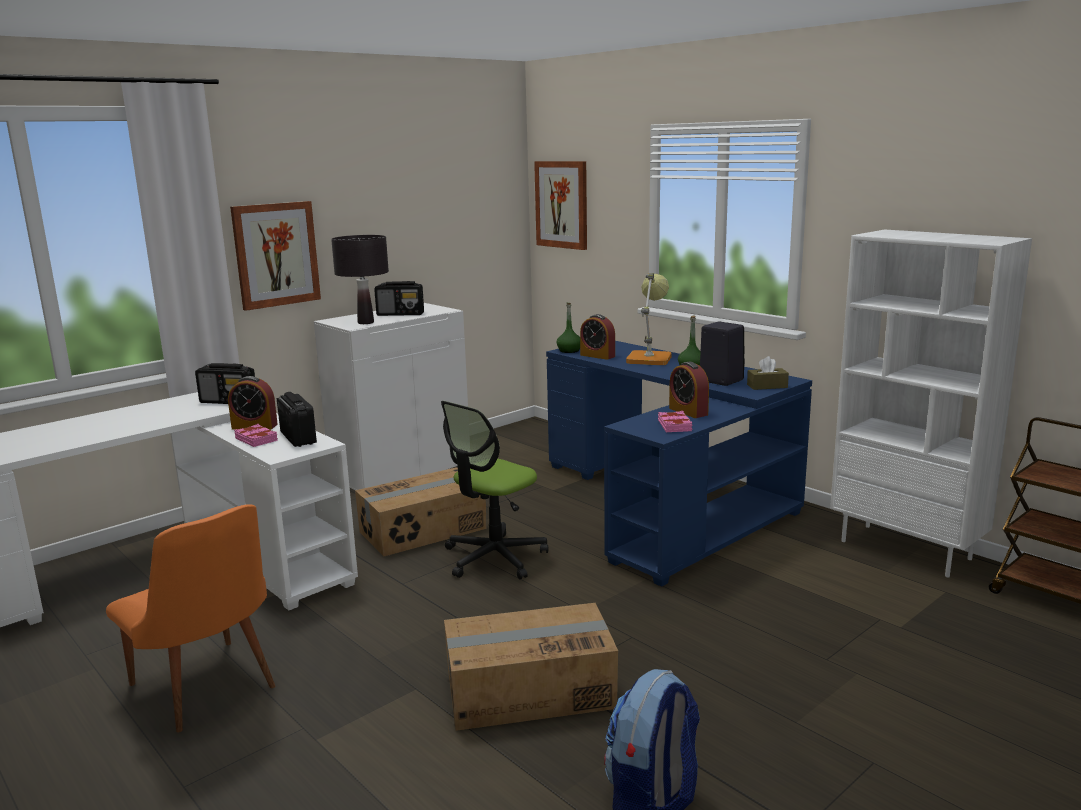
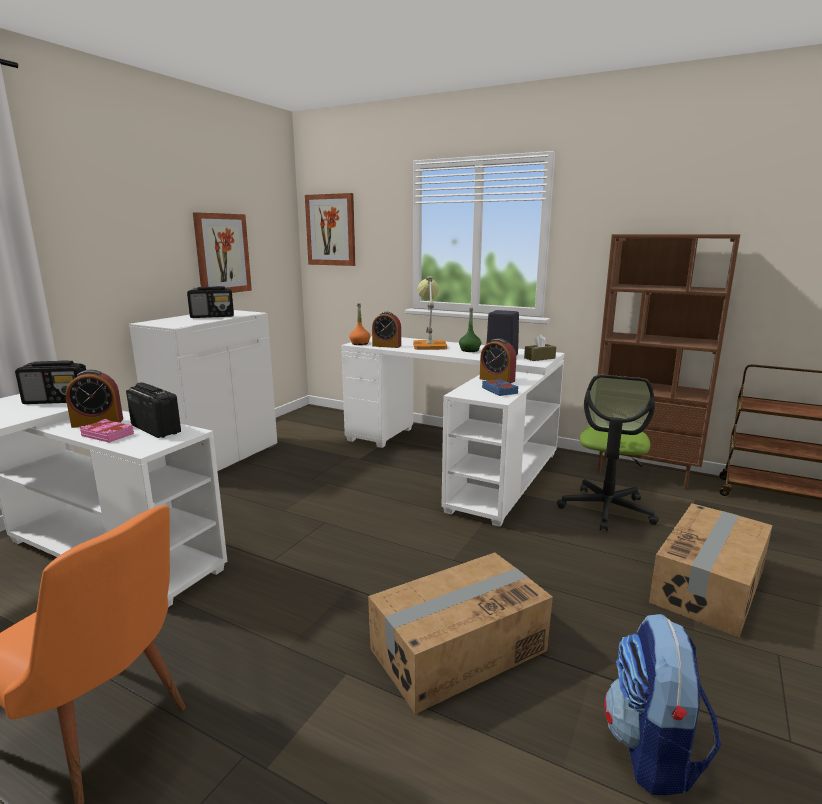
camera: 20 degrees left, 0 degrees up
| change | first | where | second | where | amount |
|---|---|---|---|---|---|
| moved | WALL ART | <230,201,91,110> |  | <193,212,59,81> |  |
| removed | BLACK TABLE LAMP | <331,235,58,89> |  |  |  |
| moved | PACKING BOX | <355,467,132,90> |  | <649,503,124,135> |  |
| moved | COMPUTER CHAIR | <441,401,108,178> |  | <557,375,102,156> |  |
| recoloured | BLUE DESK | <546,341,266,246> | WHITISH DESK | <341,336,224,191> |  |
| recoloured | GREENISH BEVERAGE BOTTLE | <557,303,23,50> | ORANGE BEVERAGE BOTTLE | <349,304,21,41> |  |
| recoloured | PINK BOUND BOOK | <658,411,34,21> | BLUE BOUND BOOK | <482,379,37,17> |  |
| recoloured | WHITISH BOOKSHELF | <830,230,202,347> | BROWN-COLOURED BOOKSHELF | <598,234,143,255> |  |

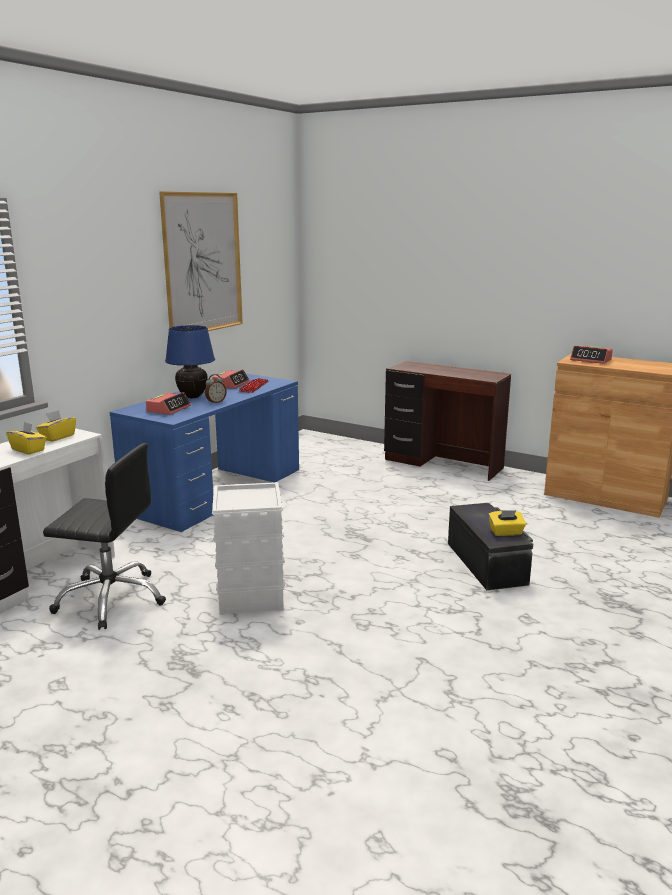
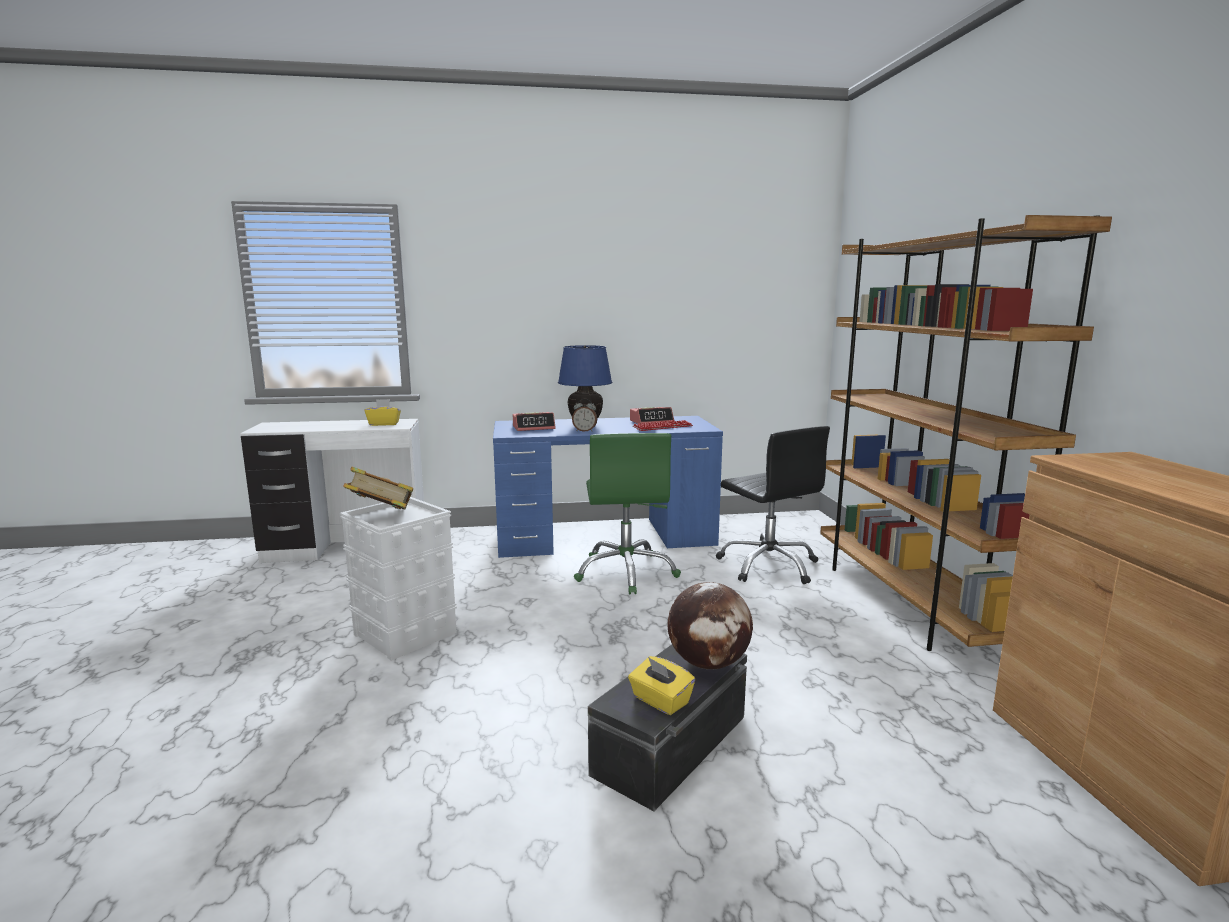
camera: 50 degrees right, 5 degrees down
| change | first | where | second | where | amount |
|---|---|---|---|---|---|
| removed | YELLOW TISSUE HOLDER | <6,422,41,33> |  |  |  |
| moved | BLACK COMPUTER CHAIR | <43,443,123,187> |  | <716,426,114,158> |  |
| removed | WALL ART | <159,191,84,140> |  |  |  |
| replaced | BROWN-COLOURED DESK | <384,361,127,120> | BROWN-COLOURED BOOKSHELF | <820,215,292,436> |  |
| removed | ALARM CLOCK | <570,345,43,19> |  |  |  |
| added |  |  | BOUND BOOK | <343,467,70,43> |  |
| added |  |  | GREENISH COMPUTER CHAIR | <574,433,107,162> |  |
| added |  |  | GLOBE | <668,582,85,87> |  |

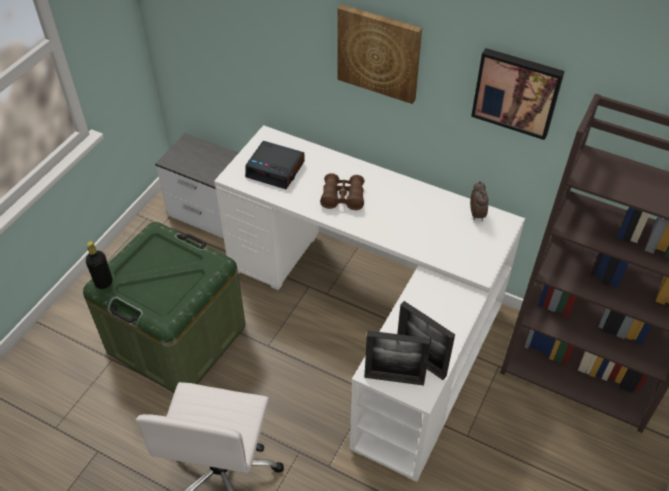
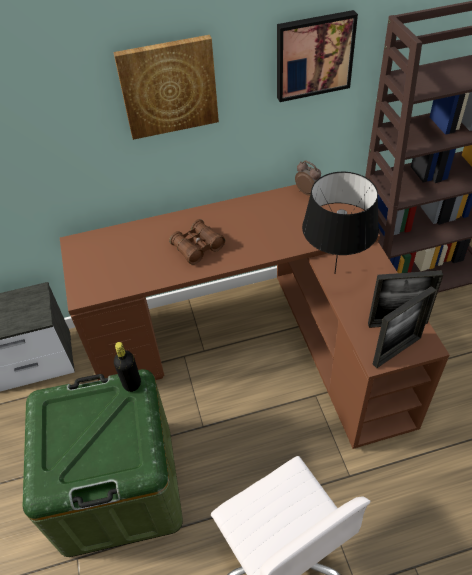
camera: 40 degrees left, 0 degrees up
| change | first | where | second | where | amount |
|---|---|---|---|---|---|
| moved | BLACK BEVERAGE BOTTLE | <86,241,26,48> |  | <114,342,27,50> |  |
| recoloured | WHITISH DESK | <214,125,311,357> | BROWN-COLOURED DESK | <60,185,390,264> |  |
| removed | ALARM CLOCK | <245,141,60,48> |  |  |  |
| added |  |  | BLACK TABLE LAMP | <302,172,77,101> |  |

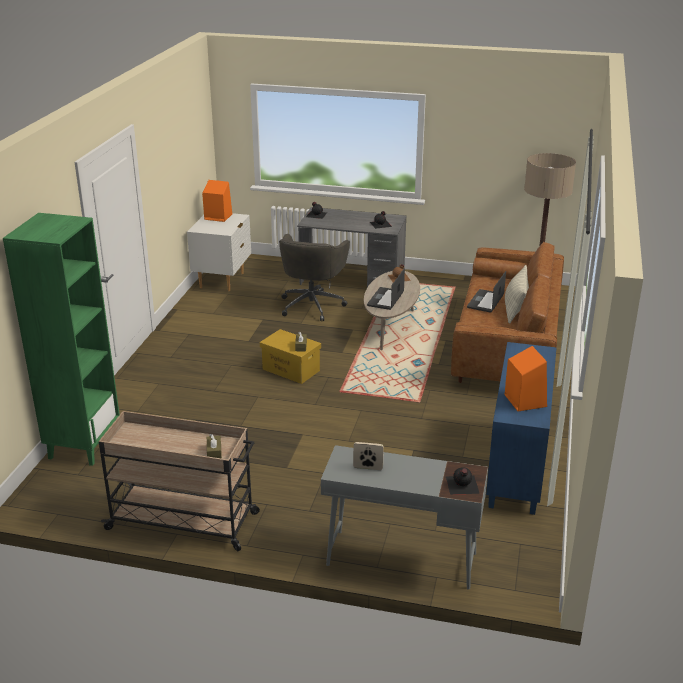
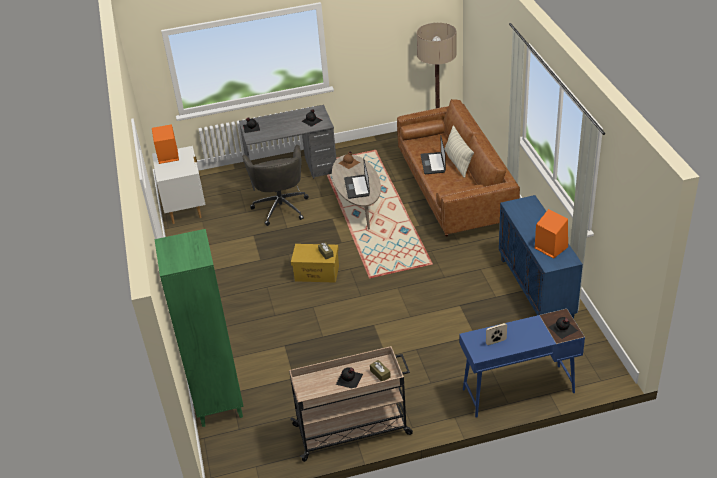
camera: 25 degrees left, 10 degrees up
| change | first | where | second | where | amount |
|---|---|---|---|---|---|
| recoloured | GREY DESK | <321,445,167,145> | BLUE DESK | <460,309,125,109> |  |
| added |  |  | BLACK BEVERAGE BOTTLE | <336,367,27,21> |  |

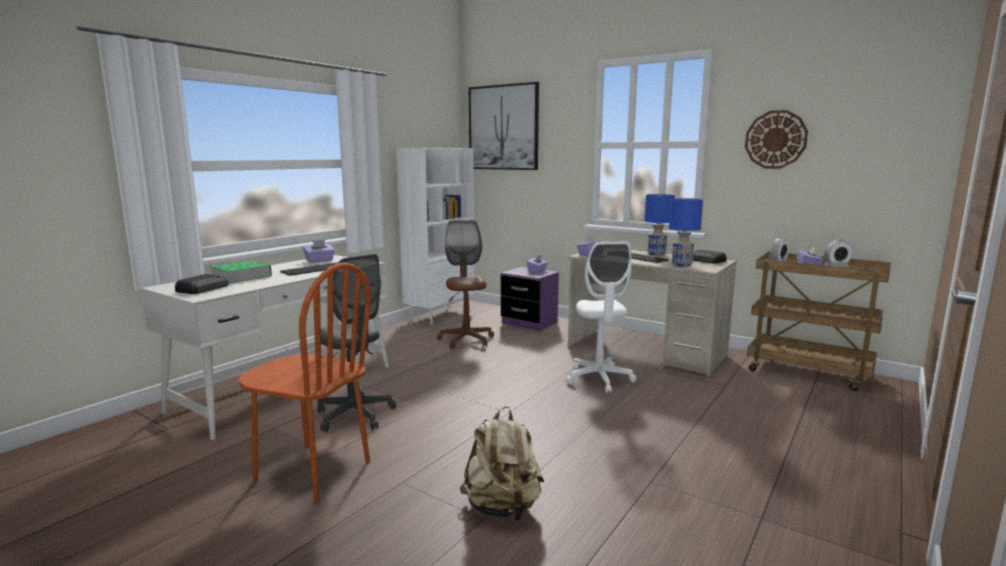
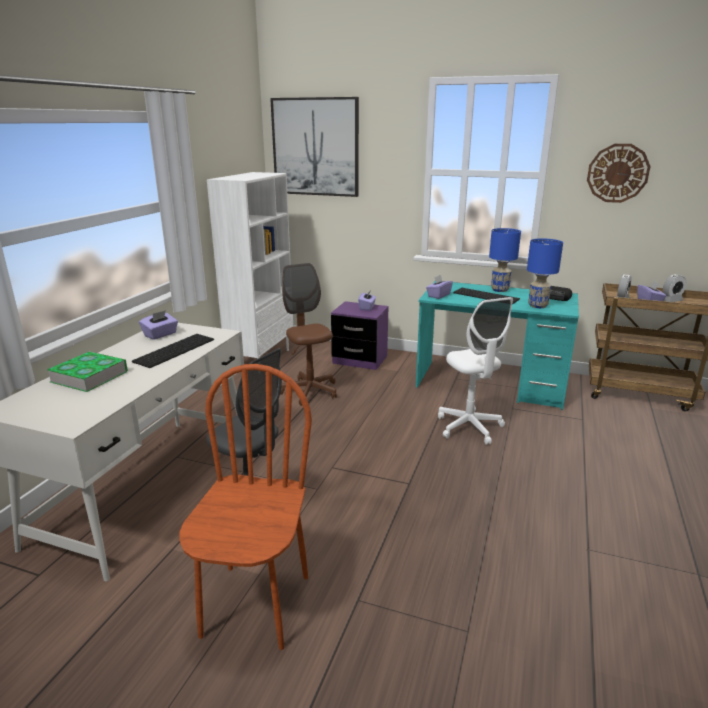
camera: 15 degrees left, 10 degrees up
| change | first | where | second | where | amount |
|---|---|---|---|---|---|
| removed | RADIO SET | <175,274,54,20> |  |  |  |
| turned | BROWN-COLOURED UPRIGHT CHAIR | <239,262,132,241> |  | <179,364,133,286> | 90 degrees counterclockwise |
| removed | SAND-COLOURED BACKPACK | <460,406,84,115> |  |  |  |
| recoloured | SAND-COLOURED DESK | <568,250,169,126> | TURQUOISE-COLOURED DESK | <416,281,163,129> |  |

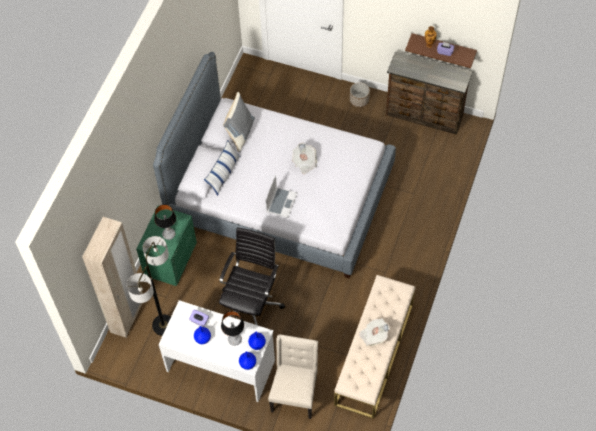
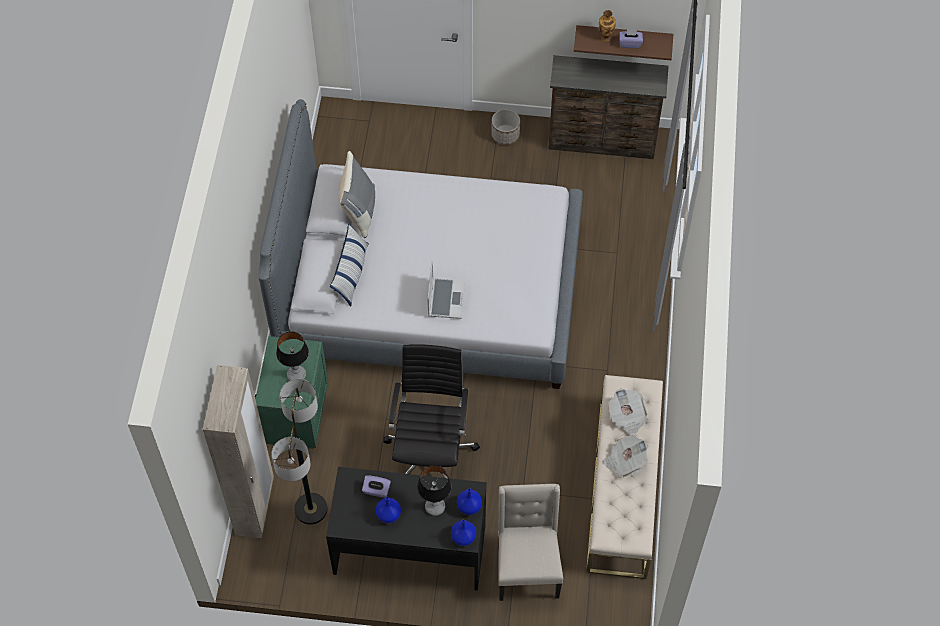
camera: 15 degrees left, 0 degrees up
| change | first | where | second | where | amount |
|---|---|---|---|---|---|
| recoloured | WHITISH DESK | <159,300,116,102> | BLACK DESK | <326,467,161,124> |  |
| moved | PRINTED PAPER | <292,143,25,31> |  | <608,388,40,47> |  |

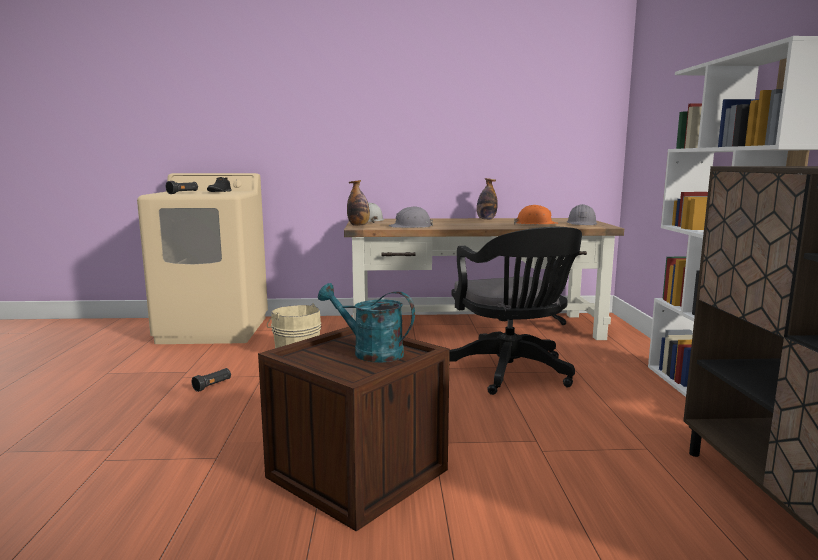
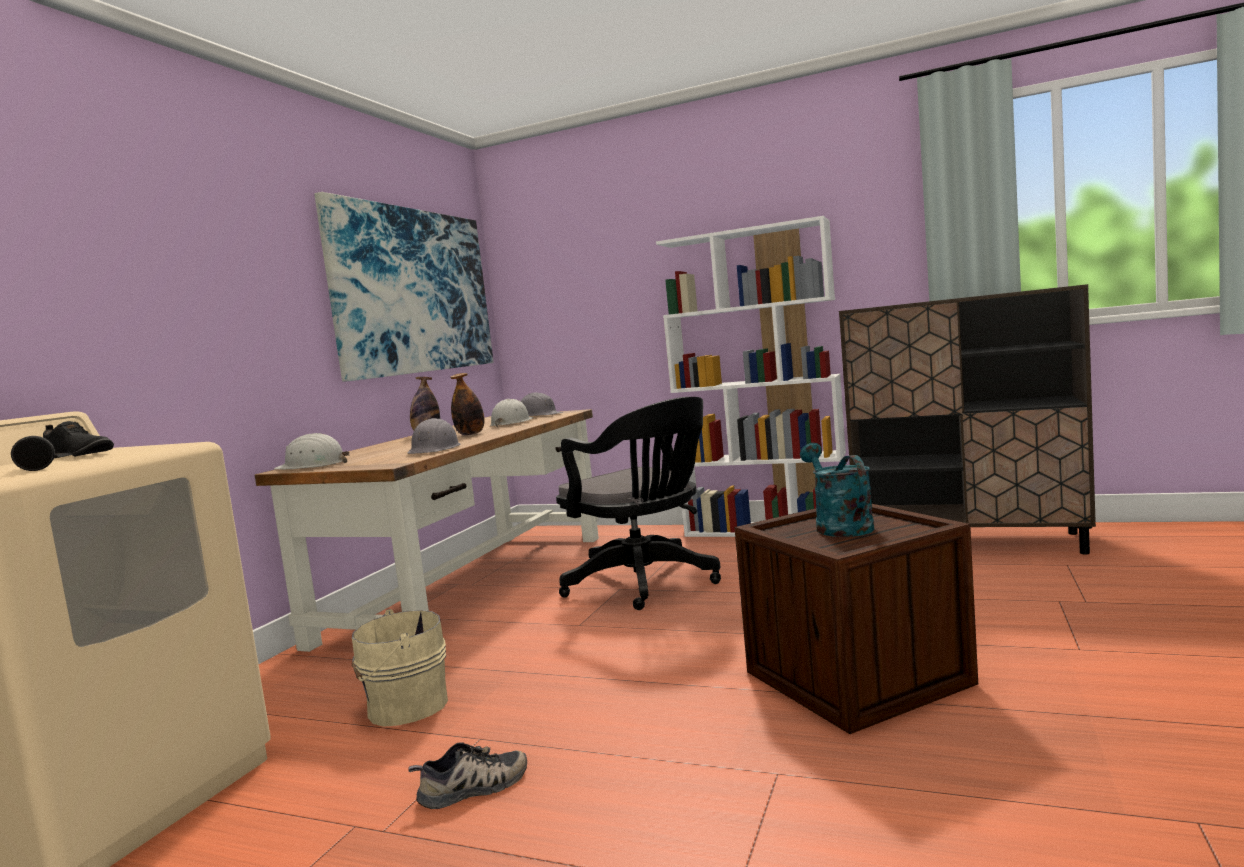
camera: 65 degrees left, 5 degrees down
| change | first | where | second | where | amount |
|---|---|---|---|---|---|
| replaced | BLACK HAND TORCH | <191,368,40,24> | ITEM OF FOOTWEAR | <409,743,118,66> |  |
| turned | TURQUOISE-COLOURED WATERING CAN | <318,283,97,79> |  | <800,443,75,94> | 120 degrees clockwise |
| moved | BEVERAGE BOTTLE | <347,180,23,46> |  | <450,373,34,62> |  |
| turned | BLACK COMPUTER CHAIR | <449,227,133,168> |  | <556,397,165,213> | 45 degrees clockwise |
| recoloured | ORANGE HARD HAT | <514,205,45,20> | WHITISH HARD HAT | <490,399,44,28> |  |
| added |  |  | WALL ART | <314,192,179,190> |  |

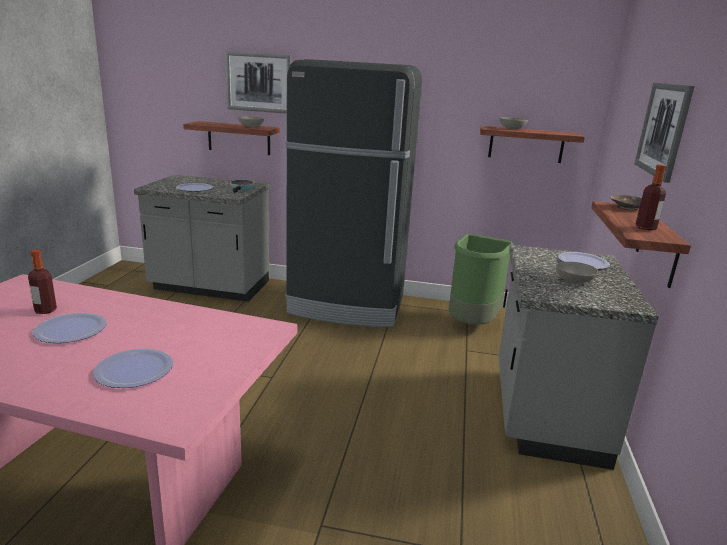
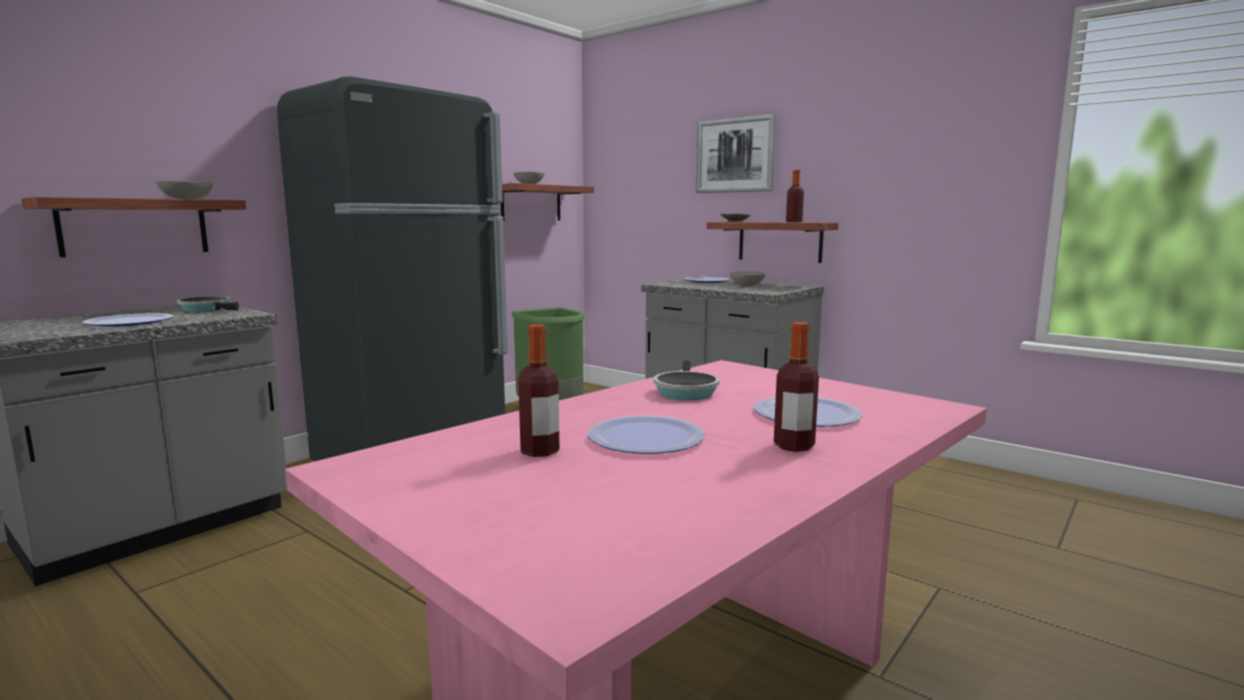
camera: 60 degrees left, 10 degrees down
| change | first | where | second | where | amount |
|---|---|---|---|---|---|
| removed | WALL ART | <225,51,66,63> |  |  |  |
| added |  |  | PAN | <653,361,67,39> |  |
| added |  |  | BEVERAGE BOTTLE | <774,322,45,130> |  |

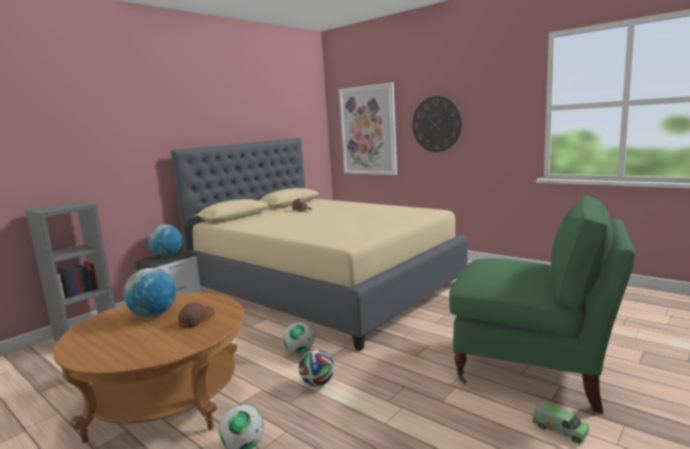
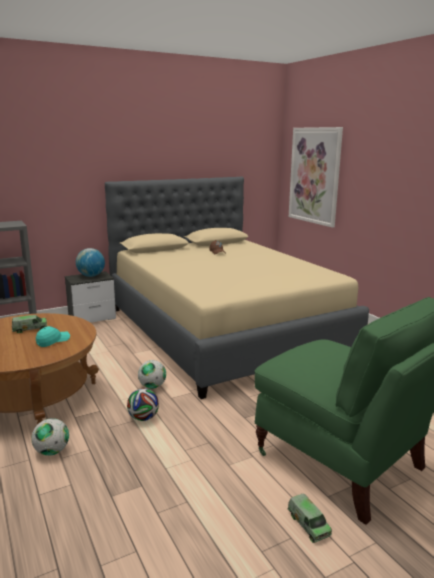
camera: 20 degrees right, 5 degrees up
| change | first | where | second | where | amount |
|---|---|---|---|---|---|
| replaced | GLOBE | <123,268,53,49> | TOY LORRY | <12,315,35,18> |  |
| recoloured | BROWN-COLOURED BASEBALL CAP | <178,302,37,26> | TURQUOISE-COLOURED BASEBALL CAP | <36,326,34,21> |  |
| removed | HANGING CLOCK | <412,96,50,56> |  |  |  |

